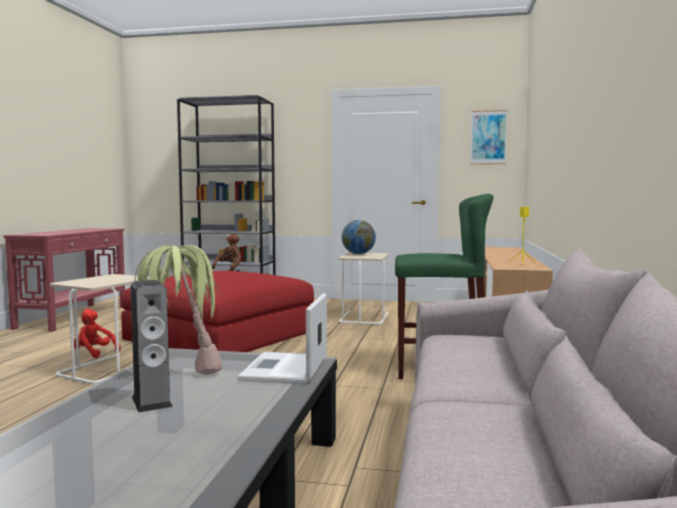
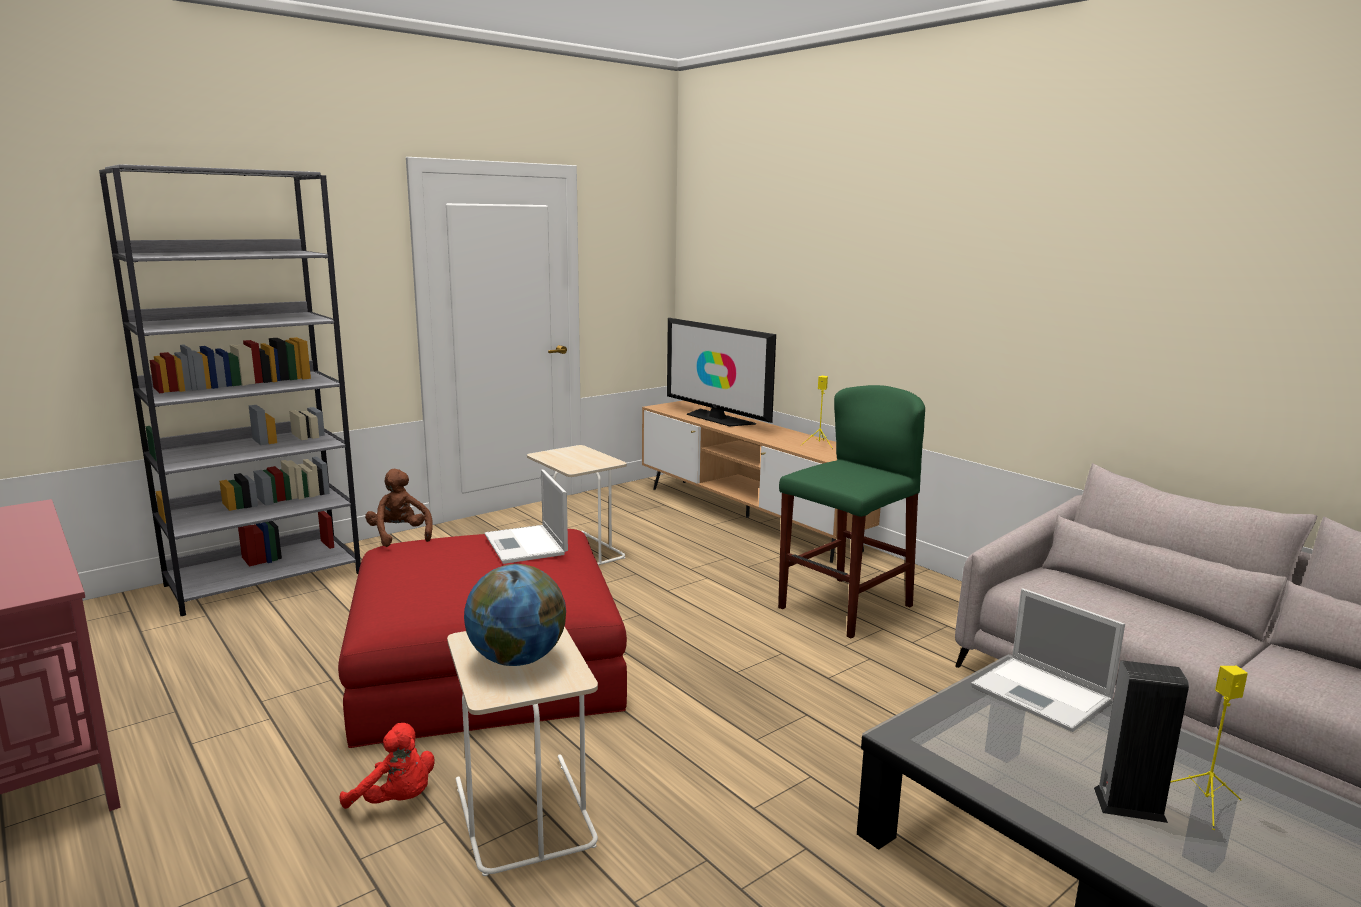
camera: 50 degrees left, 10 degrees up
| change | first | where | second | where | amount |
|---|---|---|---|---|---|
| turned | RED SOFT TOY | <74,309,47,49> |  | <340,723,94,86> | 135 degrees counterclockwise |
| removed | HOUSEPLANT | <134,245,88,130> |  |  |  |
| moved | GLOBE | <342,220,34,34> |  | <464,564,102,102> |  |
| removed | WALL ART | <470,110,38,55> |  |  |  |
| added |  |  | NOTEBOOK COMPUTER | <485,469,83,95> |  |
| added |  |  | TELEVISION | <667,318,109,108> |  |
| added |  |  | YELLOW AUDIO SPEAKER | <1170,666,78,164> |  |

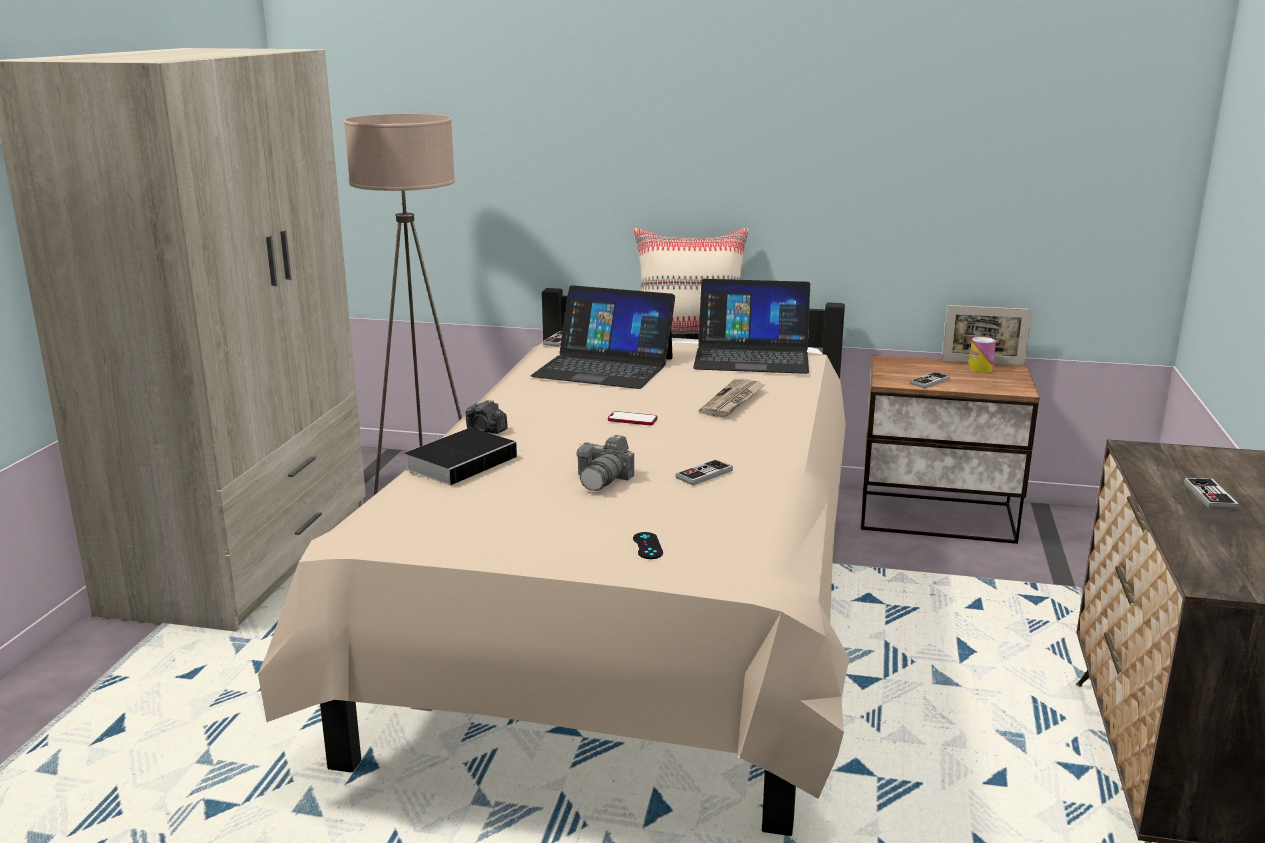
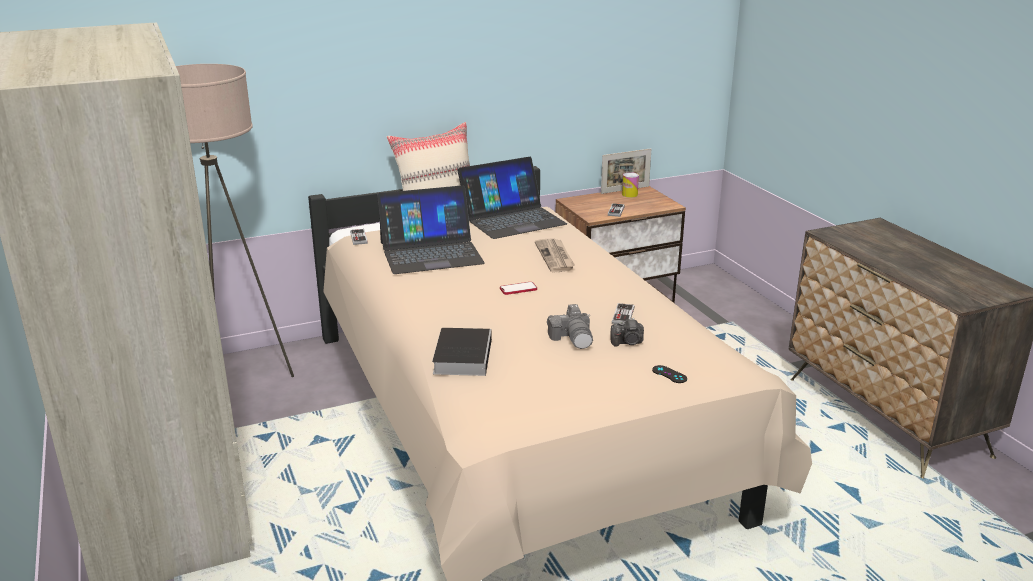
camera: 35 degrees left, 5 degrees up
| change | first | where | second | where | amount |
|---|---|---|---|---|---|
| moved | PHOTO CAMERA | <465,399,43,35> |  | <610,318,34,29> |  |
| removed | GAME CONTROLLER | <1184,478,55,32> |  |  |  |

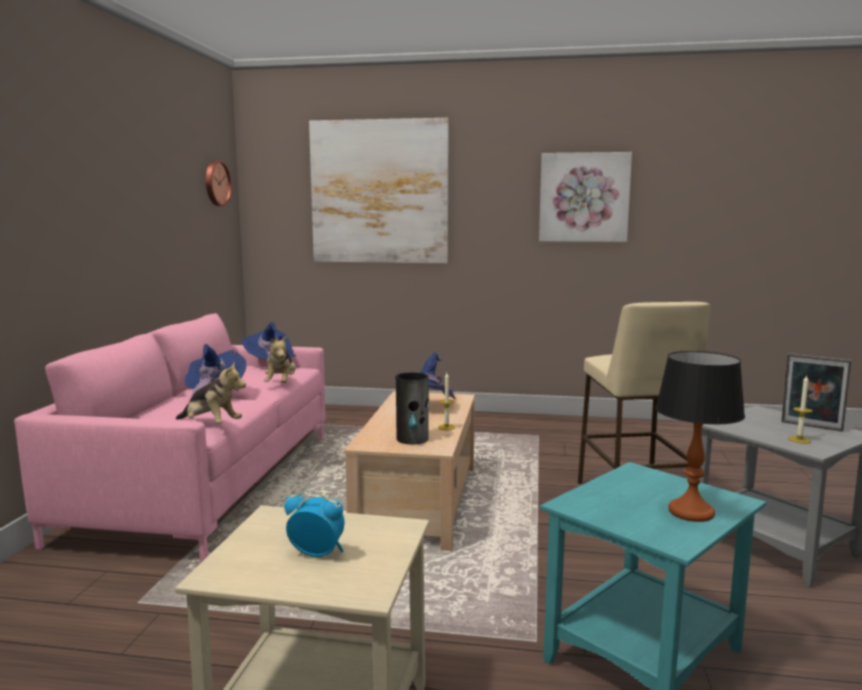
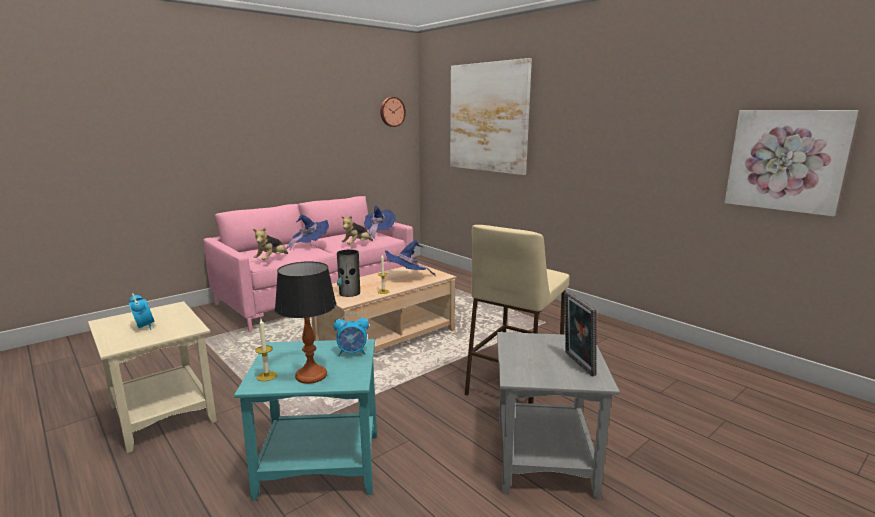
camera: 40 degrees right, 5 degrees up
| change | first | where | second | where | amount |
|---|---|---|---|---|---|
| turned | SOFT TOY | <176,362,70,62> |  | <253,228,35,32> | 45 degrees clockwise |
| moved | WALL ART | <539,152,93,90> |  | <724,110,135,106> |  |
| moved | WAX LIGHT | <788,375,25,69> |  | <255,319,22,62> |  |
| added |  |  | ALARM CLOCK | <334,313,35,43> |  |

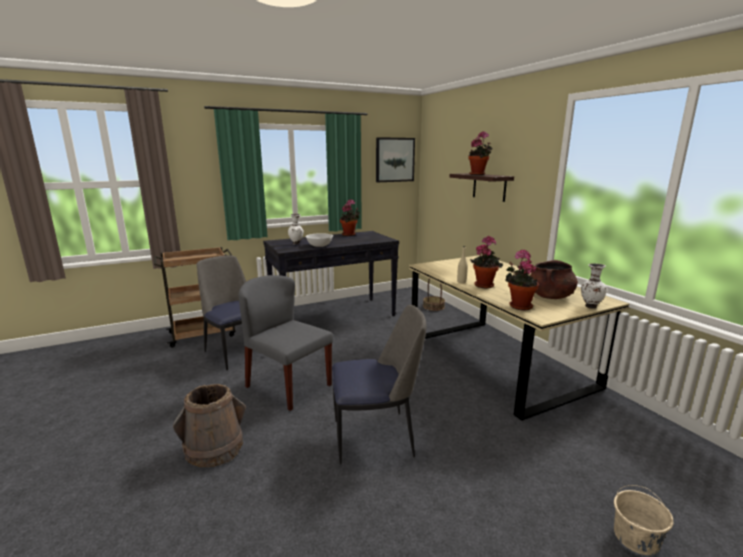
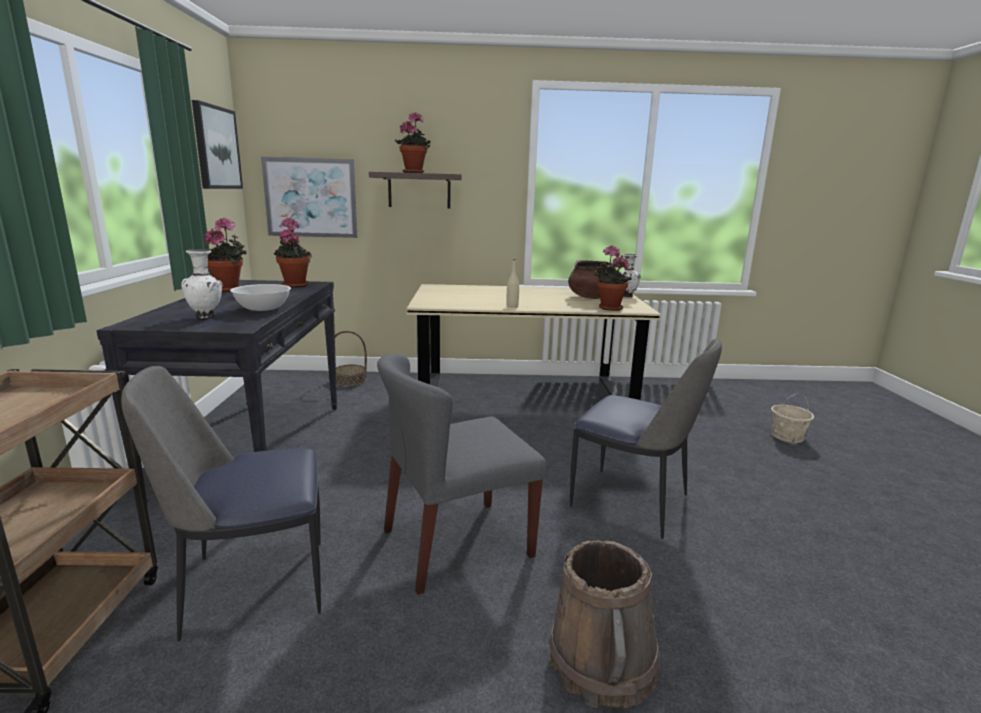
camera: 65 degrees left, 0 degrees up
| change | first | where | second | where | amount |
|---|---|---|---|---|---|
| turned | UPRIGHT CHAIR | <332,305,95,159> |  | <570,338,152,201> | 105 degrees clockwise |
| moved | HOUSEPLANT | <470,236,33,53> |  | <274,217,38,71> |  |
| added |  |  | WALL ART | <261,157,97,81> |  |

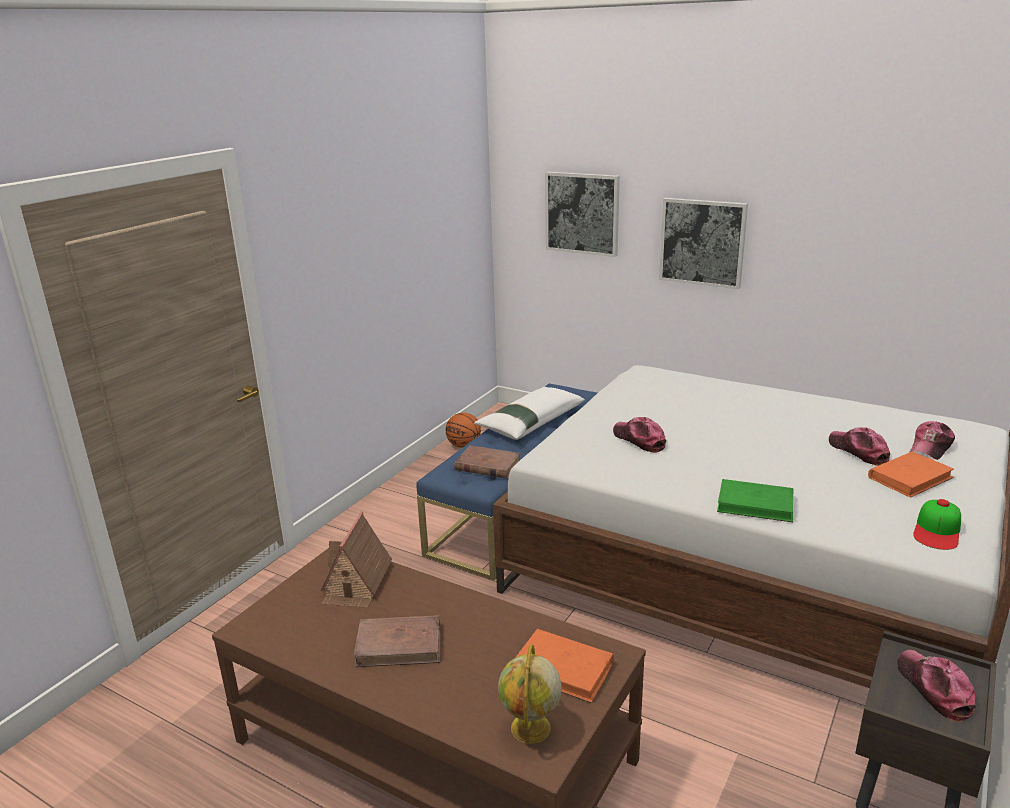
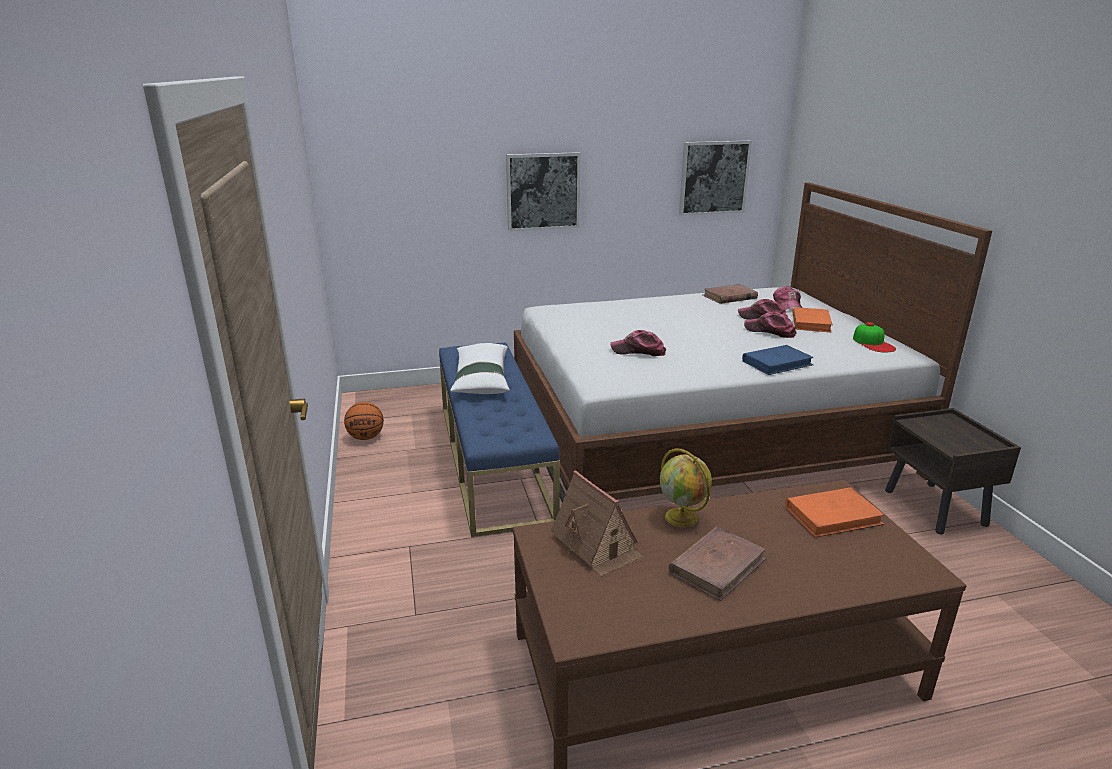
camera: 45 degrees left, 0 degrees up
| change | first | where | second | where | amount |
|---|---|---|---|---|---|
| moved | BROWN-COLOURED BOUND BOOK | <454,445,67,34> |  | <702,284,56,20> |  |
| moved | GLOBE | <498,644,64,100> |  | <660,448,52,79> |  |
| moved | WALL ART | <545,172,75,85> |  | <679,141,73,75> |  |
| recoloured | GREENISH BOUND BOOK | <717,479,77,43> | BLUE BOUND BOOK | <742,345,72,30> |  |
| moved | BASEBALL CAP | <898,650,78,72> |  | <744,312,53,26> |  |

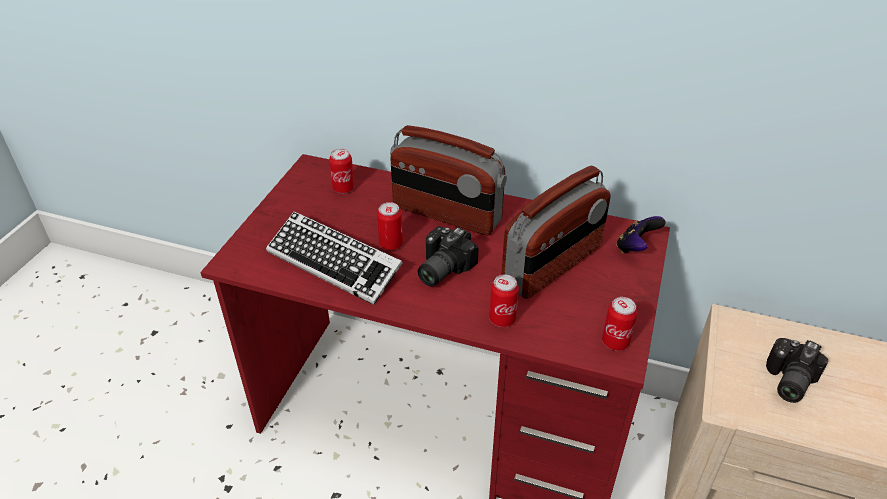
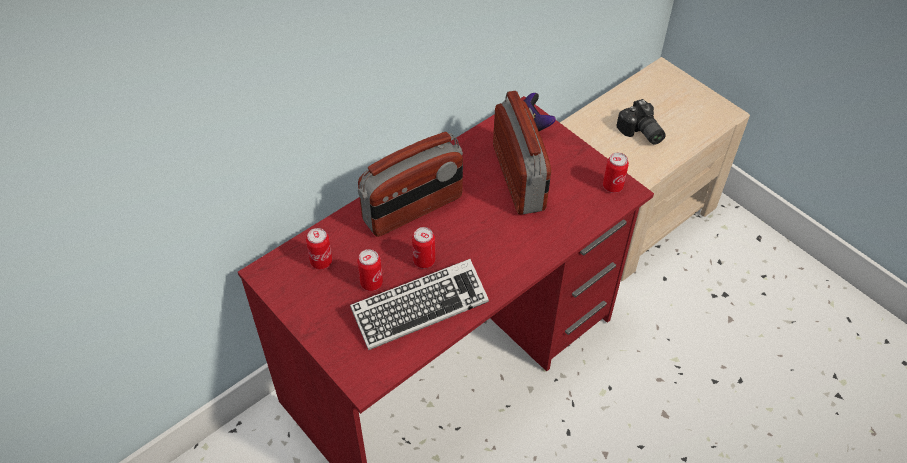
camera: 60 degrees left, 10 degrees up
| change | first | where | second | where | amount |
|---|---|---|---|---|---|
| removed | PHOTO CAMERA | <418,226,61,61> |  |  |  |
| moved | CAN | <489,274,30,53> |  | <357,249,26,42> |  |

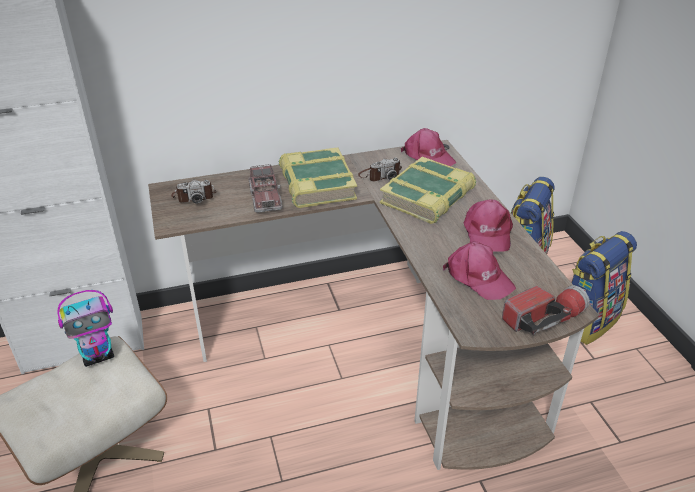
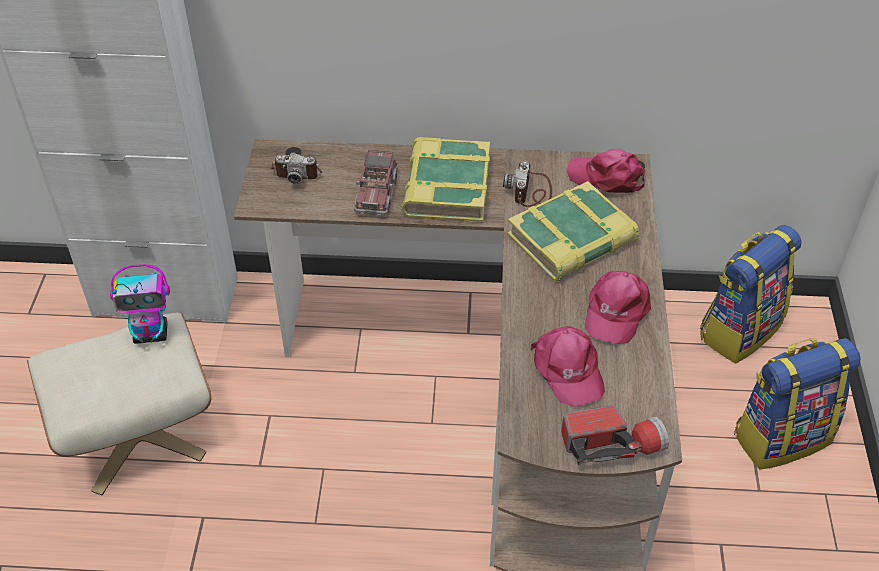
camera: 20 degrees right, 10 degrees up
| change | first | where | second | where | amount |
|---|---|---|---|---|---|
| turned | PHOTO CAMERA | <358,157,44,24> |  | <503,161,49,46> | 105 degrees clockwise |
| turned | PINK BASEBALL CAP | <401,128,55,38> |  | <566,148,79,45> | 135 degrees clockwise |

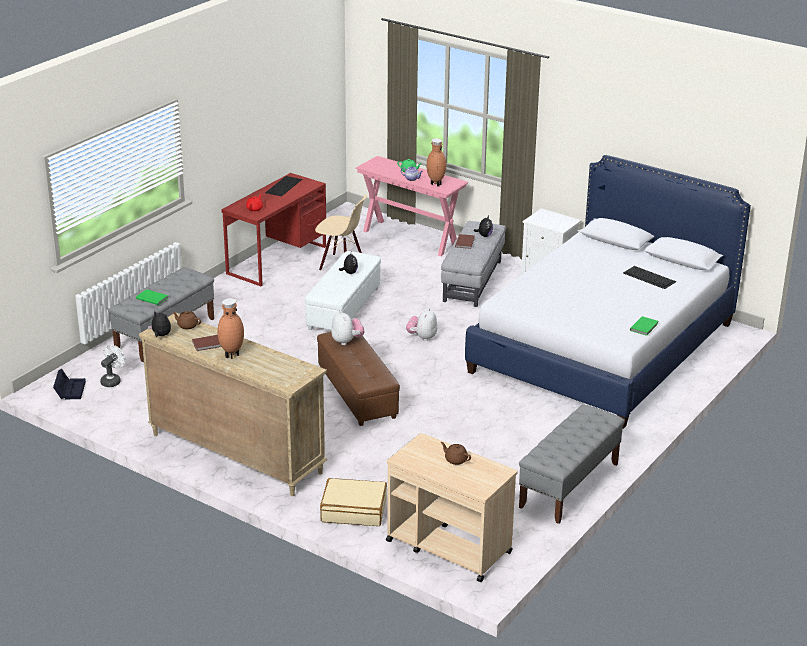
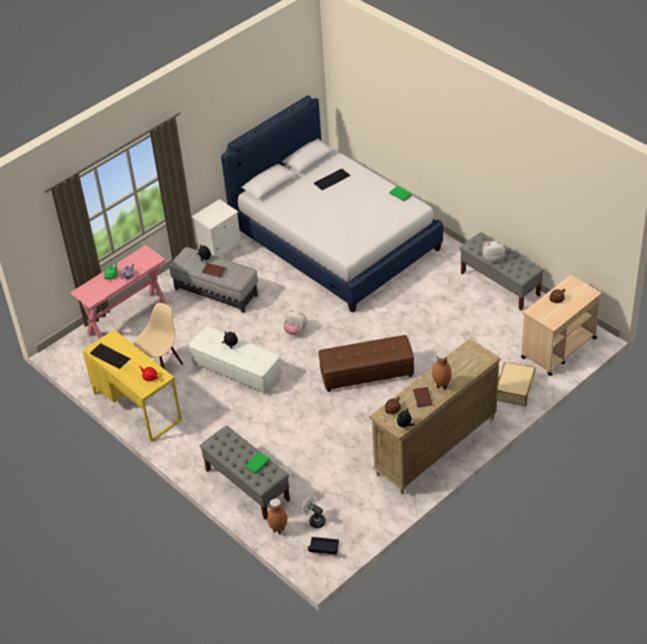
camera: 75 degrees left, 15 degrees up
| change | first | where | second | where | amount |
|---|---|---|---|---|---|
| recoloured | RED DESK | <221,173,105,113> | YELLOW DESK | <82,330,100,112> |  |
| moved | SOFT TOY | <331,310,34,35> |  | <482,240,23,22> |  |
| moved | BROWN-COLOURED VASE | <427,138,19,49> |  | <267,499,20,35> |  |

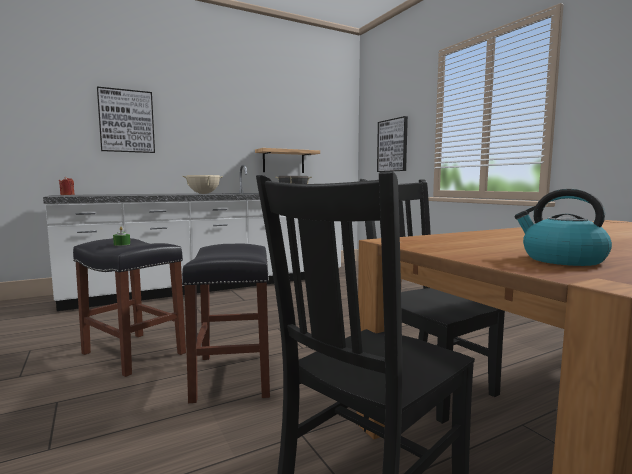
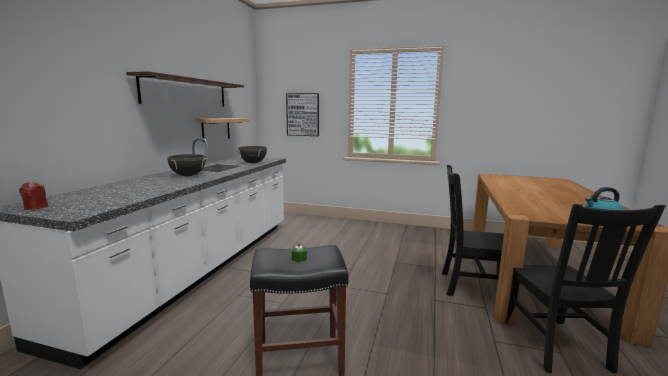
camera: 45 degrees left, 5 degrees up
| change | first | where | second | where | amount |
|---|---|---|---|---|---|
| removed | WALL ART | <97,86,58,67> |  |  |  |
| recoloured | SAND-COLOURED SAUCEPOT | <182,175,41,19> | BLACK SAUCEPOT | <167,154,40,22> |  |
| removed | BLACK STOOL SEAT | <182,243,88,160> |  |  |  |
| added |  |  | BROWN-COLOURED WALL SHELF | <126,71,118,35> |  |

